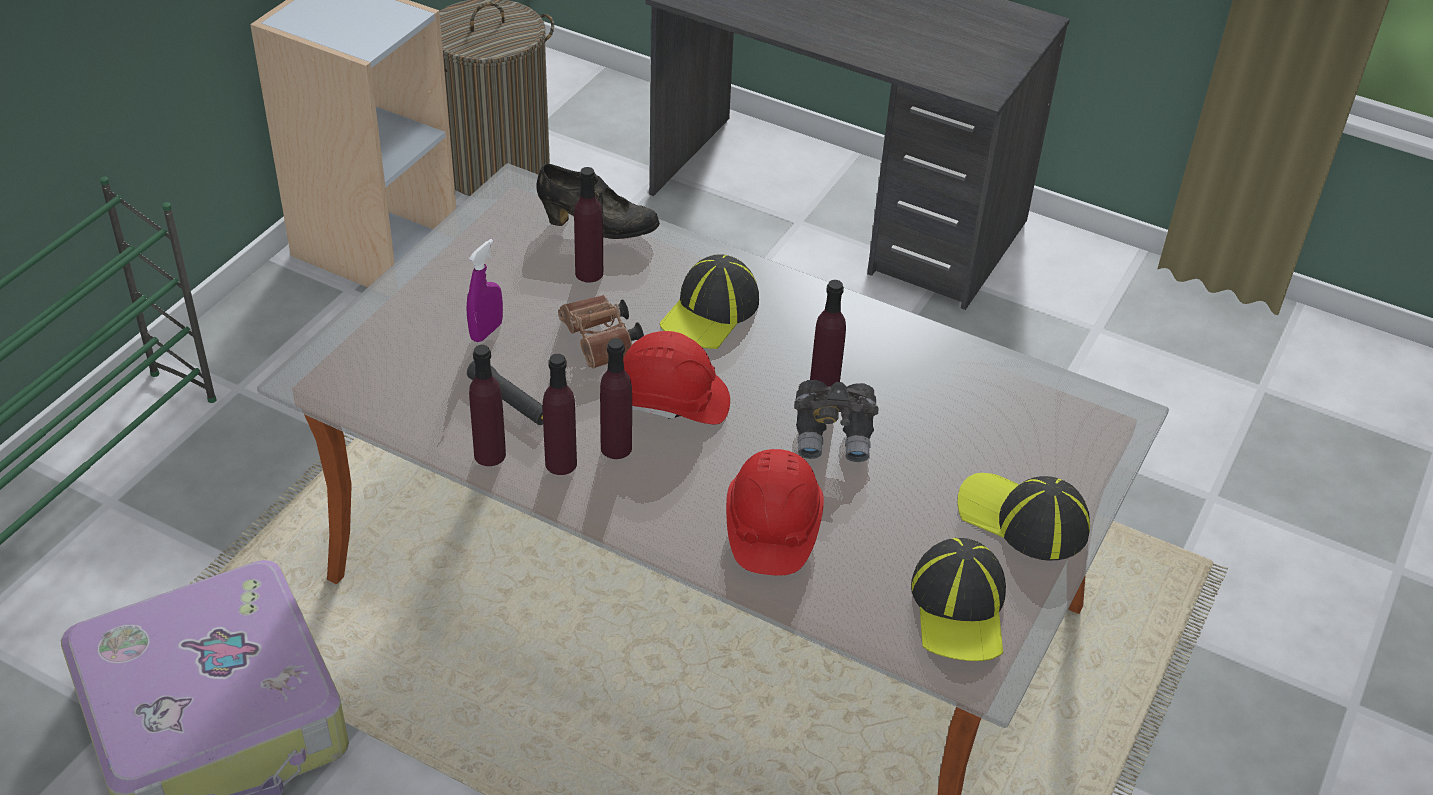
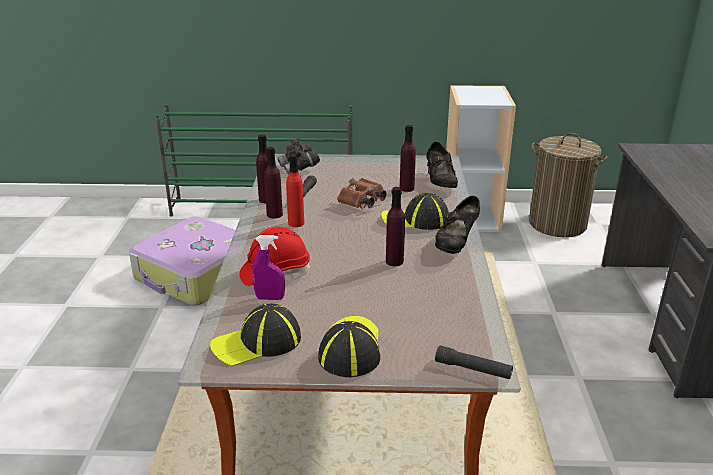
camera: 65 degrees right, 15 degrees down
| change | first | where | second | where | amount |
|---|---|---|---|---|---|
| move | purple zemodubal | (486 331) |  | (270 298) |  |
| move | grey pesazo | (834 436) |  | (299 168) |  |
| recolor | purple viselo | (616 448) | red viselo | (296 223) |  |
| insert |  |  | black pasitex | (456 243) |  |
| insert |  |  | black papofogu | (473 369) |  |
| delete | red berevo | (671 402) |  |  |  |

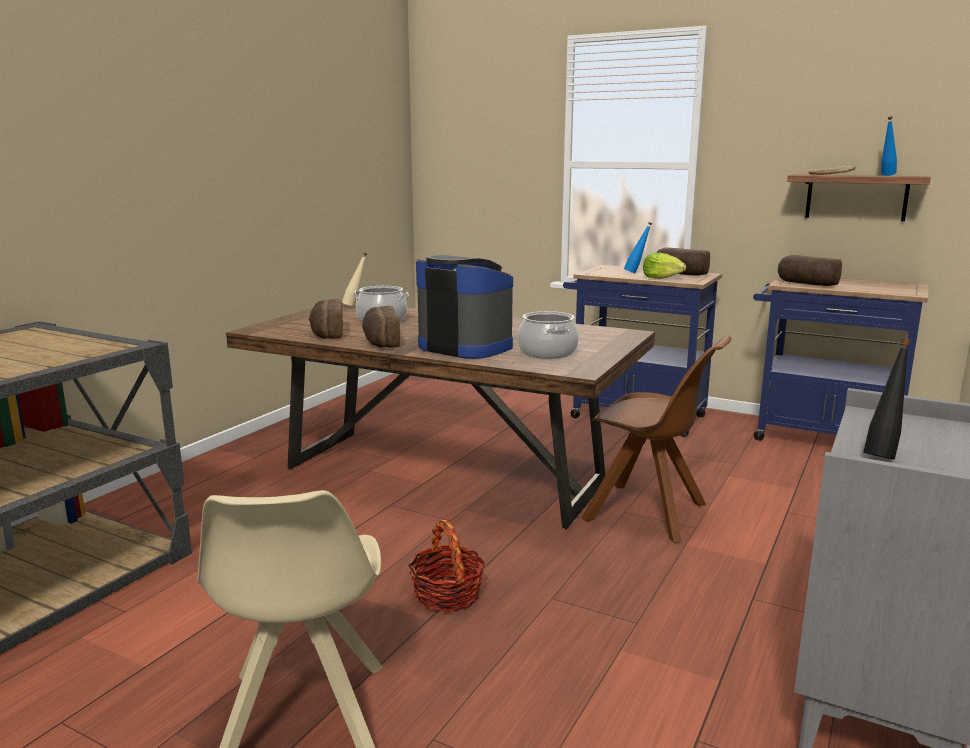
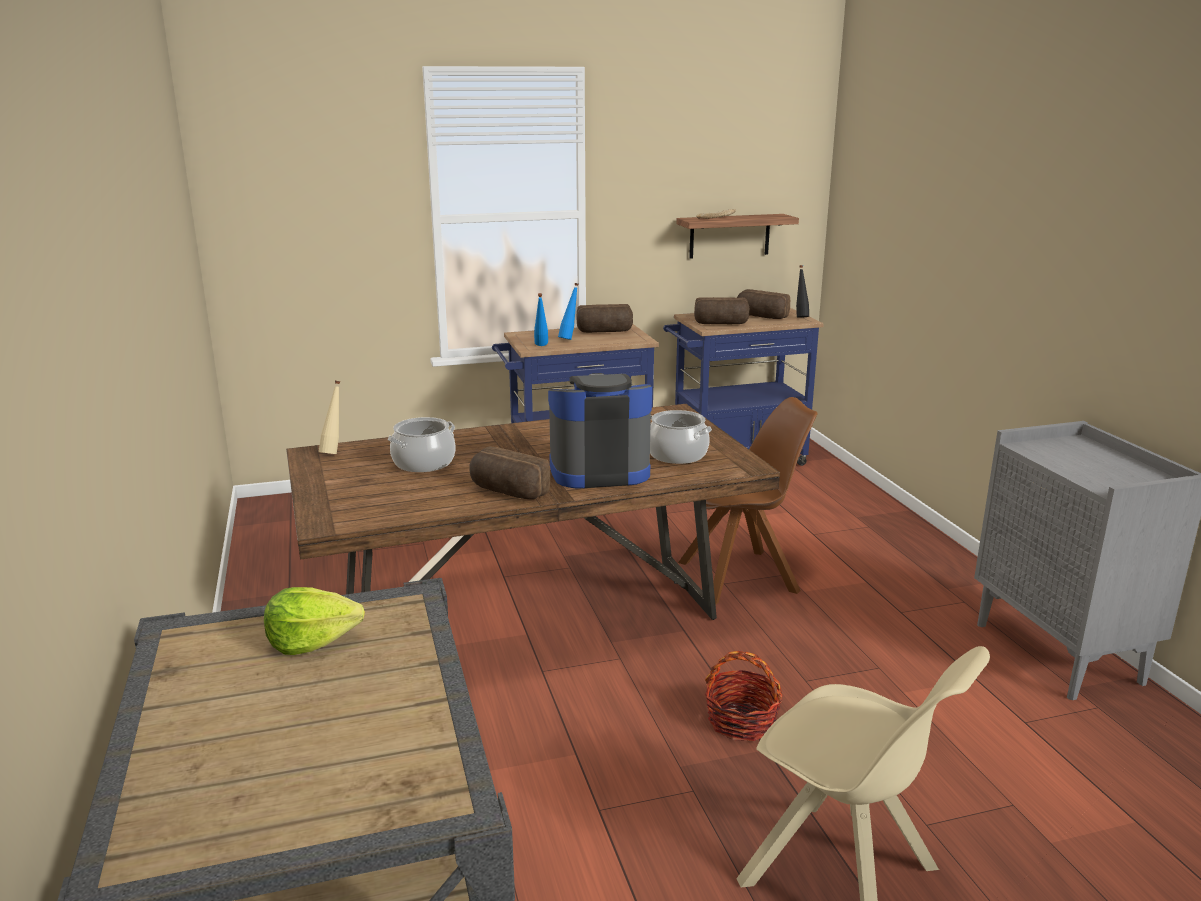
camera: 45 degrees left, 5 degrees up
| change | first | where | second | where | amount |
|---|---|---|---|---|---|
| move | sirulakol | (661 278) |  | (312 641) |  |
| move | blue viselo | (885 175) |  | (541 346) |  |
| move | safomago | (326 333) |  | (761 316) |  |
| move | black viselo | (882 455) |  | (800 317) |  |

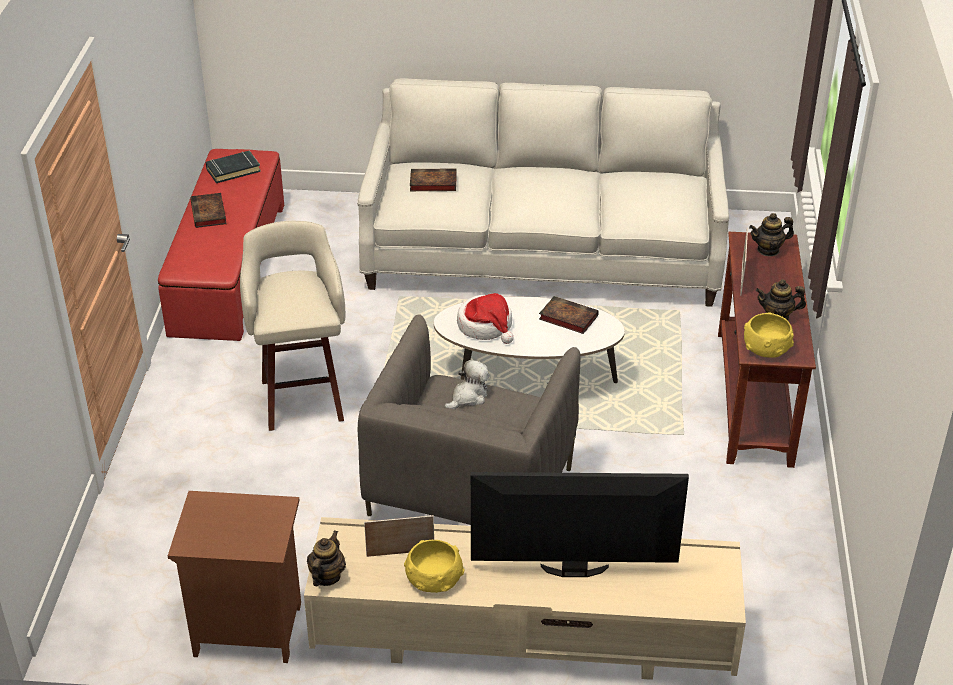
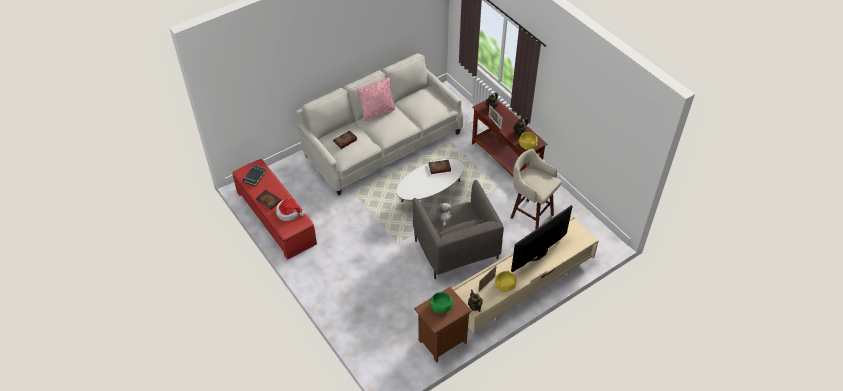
camera: 40 degrees left, 10 degrees up
| change | first | where | second | where | amount |
|---|---|---|---|---|---|
| move | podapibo | (486 326) |  | (289 212) |  |
| insert |  |  | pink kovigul | (378 112) |  |
| insert |  |  | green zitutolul | (441 306) |  |
| move | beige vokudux | (302 397) |  | (530 215) |  |

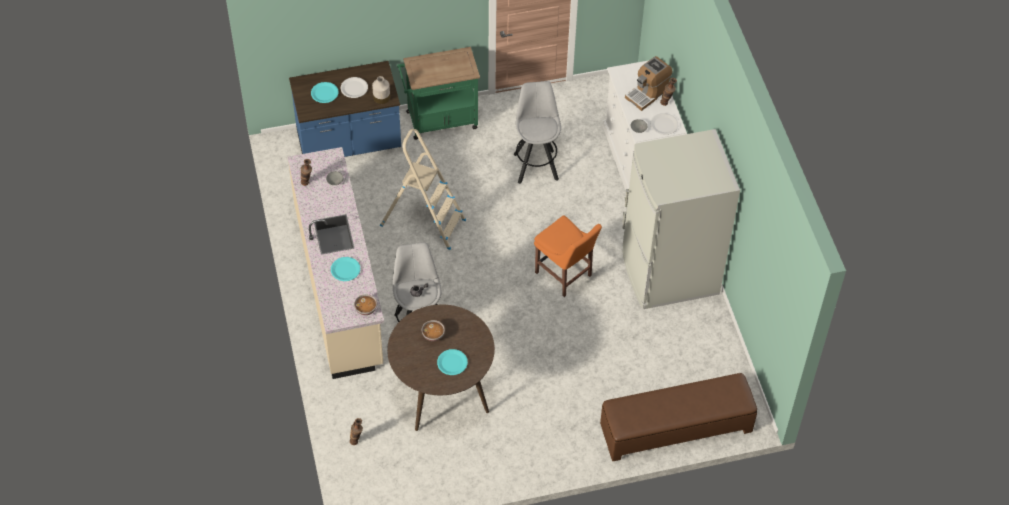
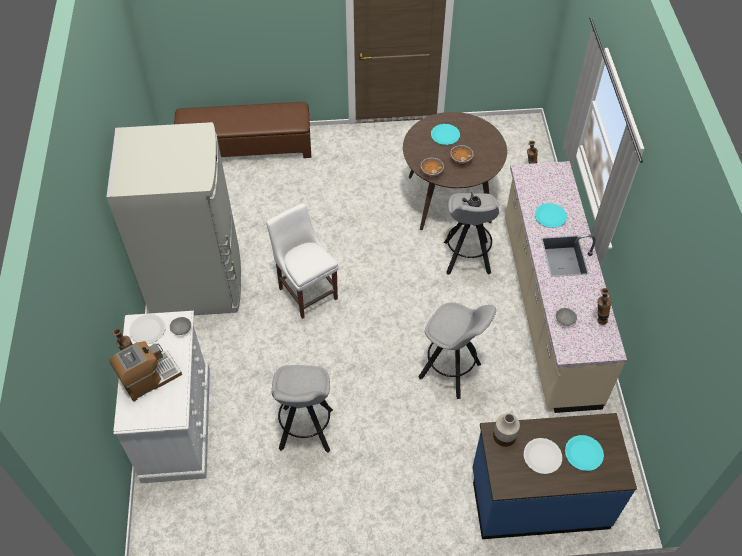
camera: 170 degrees left, 0 degrees up
| change | first | where | second | where | amount |
|---|---|---|---|---|---|
| recolor | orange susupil | (565 276) | white susupil | (306 291) |  |
| replace | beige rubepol | (423 223) | grey vokudux | (451 372) |  |
| move | zitutolul | (366 309) |  | (431 172) |  |
| delete | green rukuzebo | (439 121) |  |  |  |

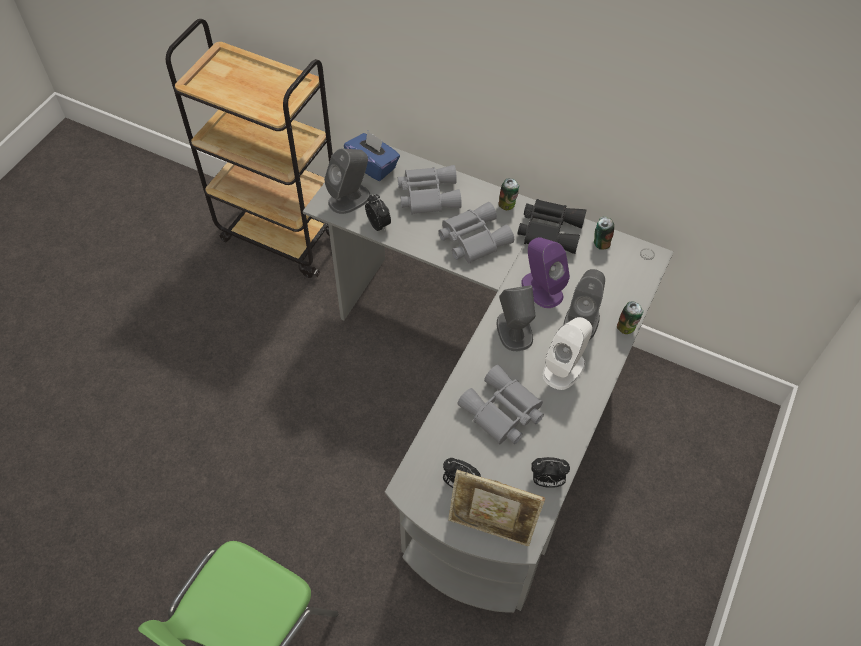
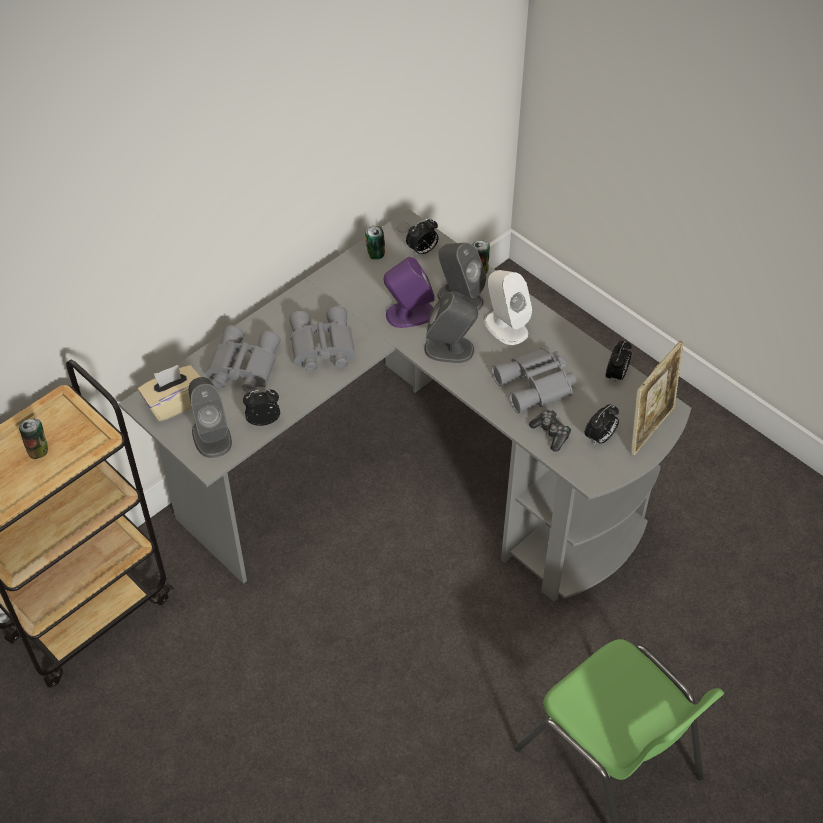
camera: 70 degrees left, 5 degrees down
| change | first | where | second | where | amount |
|---|---|---|---|---|---|
| move | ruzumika | (507 205) |  | (38 450) |  |
| recolor | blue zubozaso | (373 166) | beige zubozaso | (174 403) |  |
| insert |  |  | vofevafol | (422 251) |  |
| insert |  |  | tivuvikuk | (551 433) |  |
| delete | black pesazo | (549 229) |  |  |  |

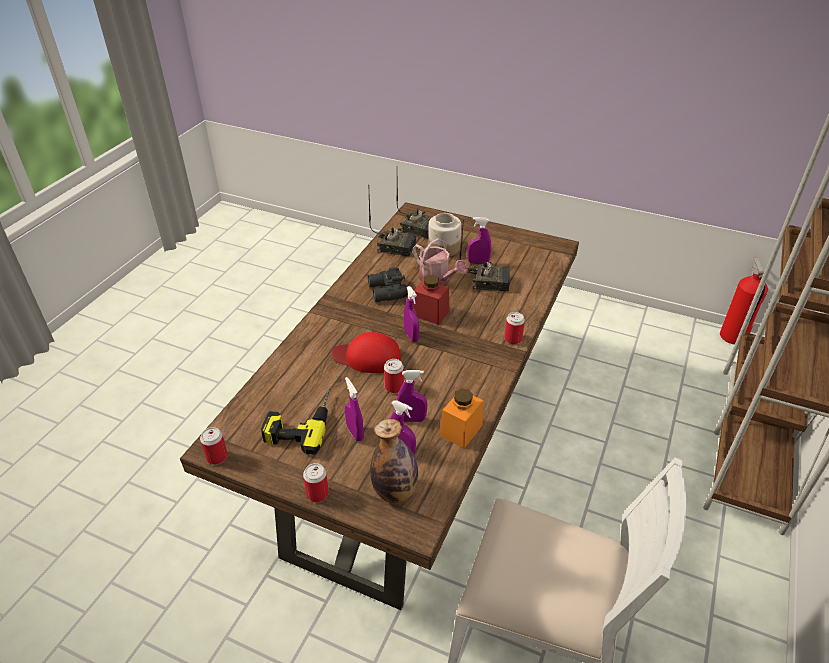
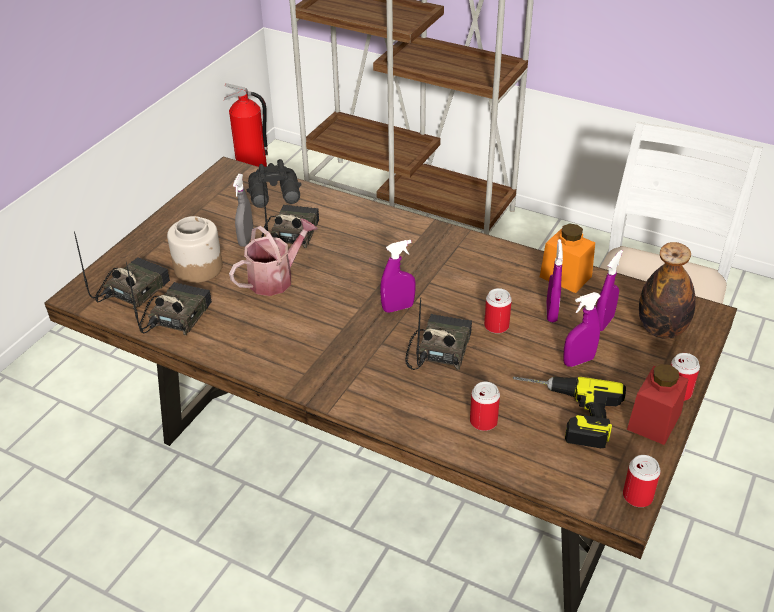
camera: 85 degrees left, 0 degrees up
| change | first | where | second | where | amount |
|---|---|---|---|---|---|
| recolor | purple zemodubal | (478 263) | grey zemodubal | (246 239) |  |
| move | black pesazo | (386 292) |  | (276 195) |  |
| replace | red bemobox | (367 357) | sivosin | (438 349) |  |
| move | ruzumika | (513 339) |  | (483 421) |  |
| move | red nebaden | (430 313) |  | (654 421) |  |

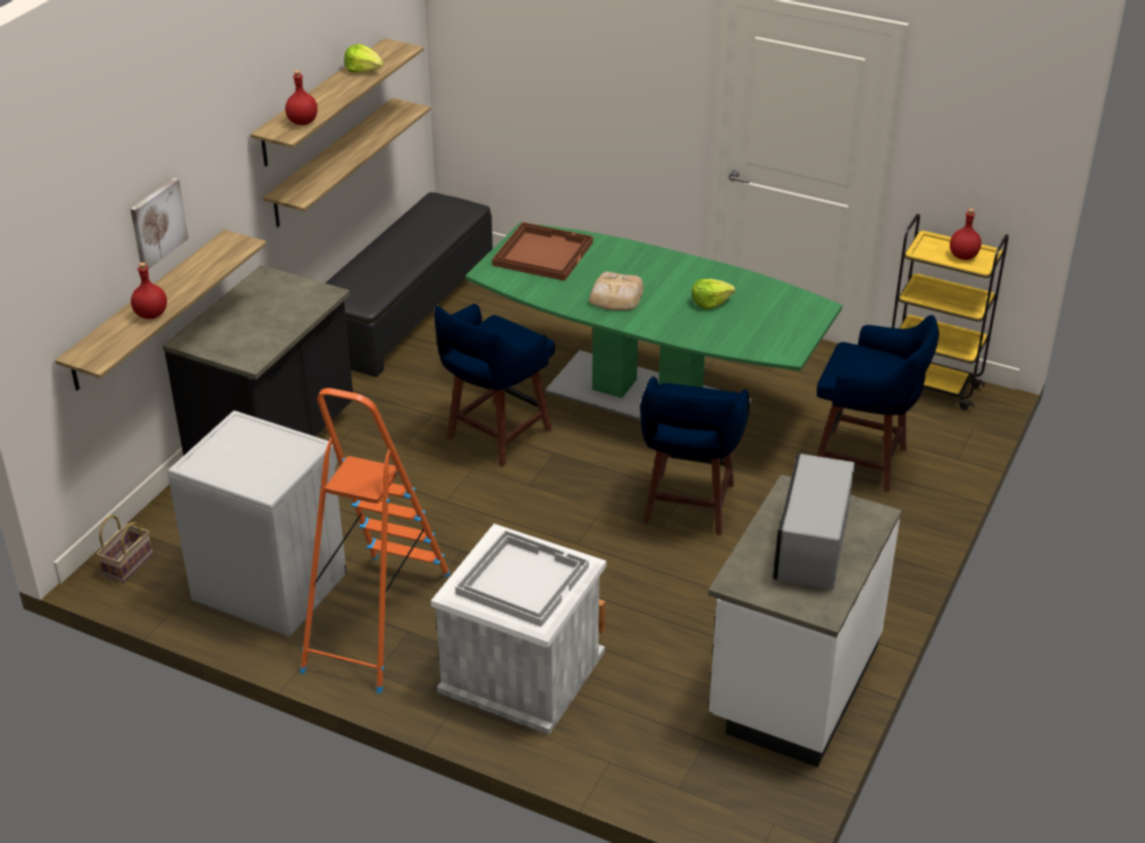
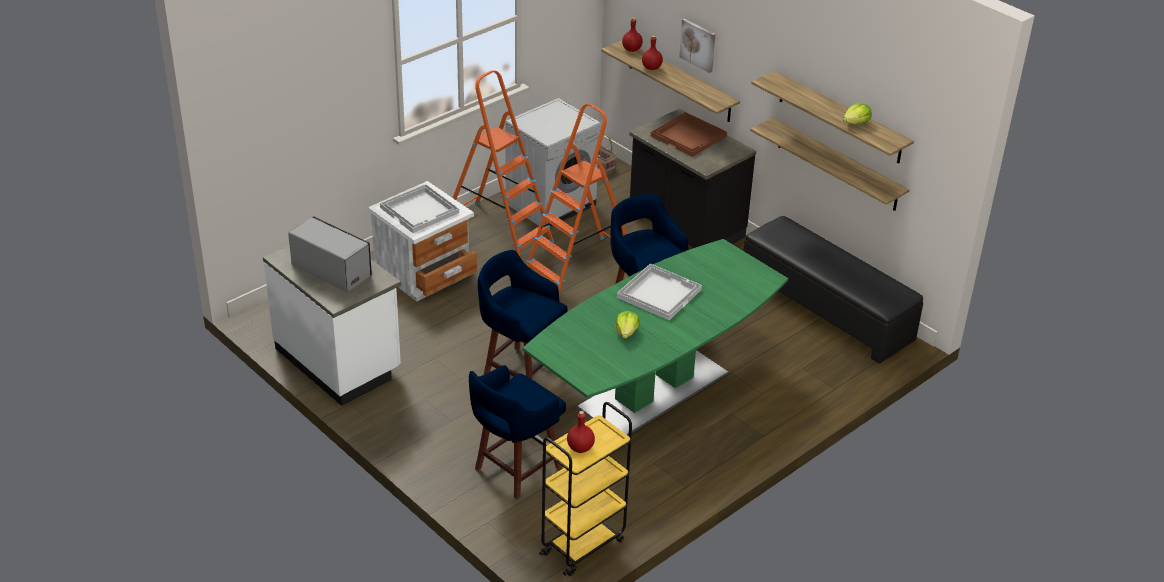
camera: 110 degrees right, 0 degrees up
| change | first | where | second | where | amount |
|---|---|---|---|---|---|
| insert |  |  | orange rubepol | (579 269) |  |
| replace | safomago | (615 296) | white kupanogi | (659 293) |  |
| move | red viselo | (302 122) |  | (632 49) |  |
| move | brown kupanogi | (542 253) |  | (689 136) |  |

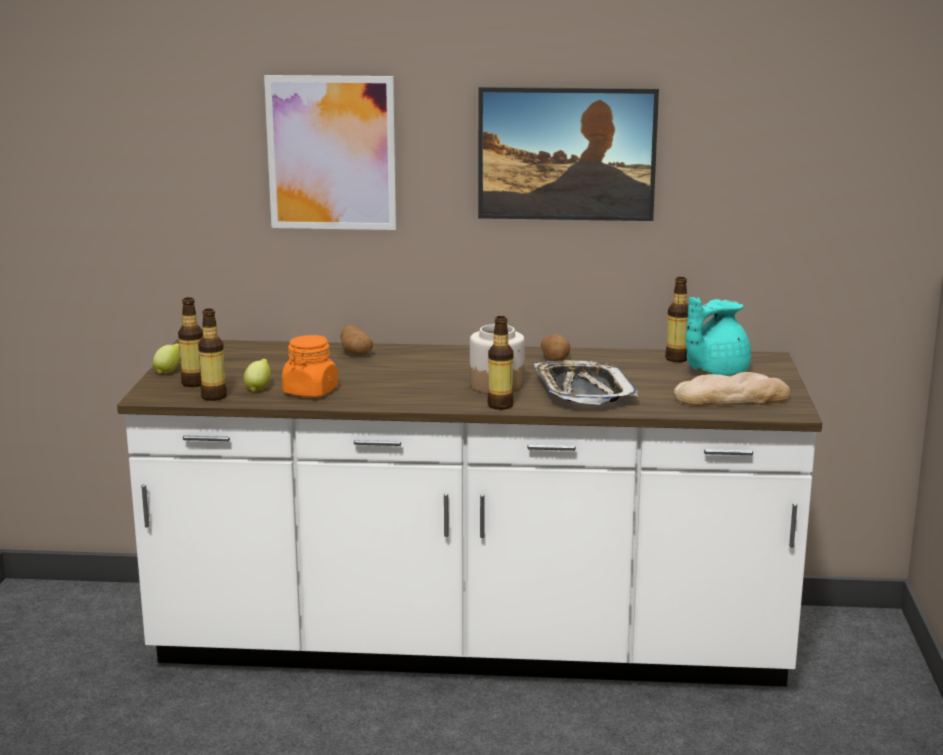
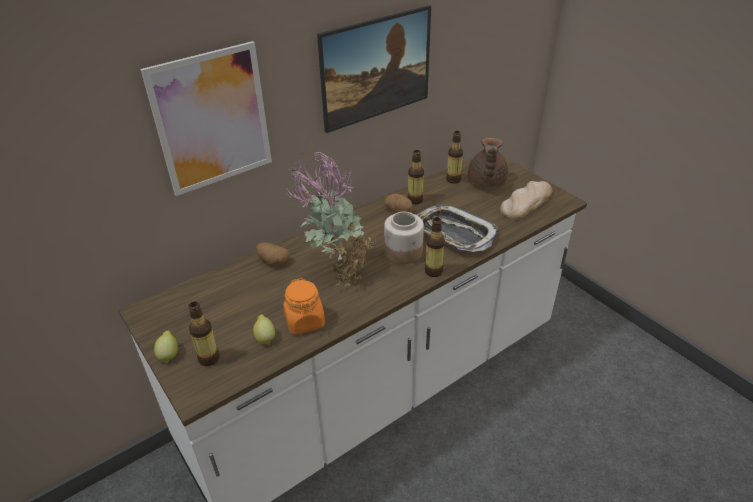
camera: 40 degrees left, 20 degrees up
| change | first | where | second | where | amount |
|---|---|---|---|---|---|
| insert |  |  | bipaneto | (337 270) |  |
| move | viselo | (214 397) |  | (415 200) |  |
| recolor | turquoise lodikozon | (714 372) | brown lodikozon | (485 183) |  |

